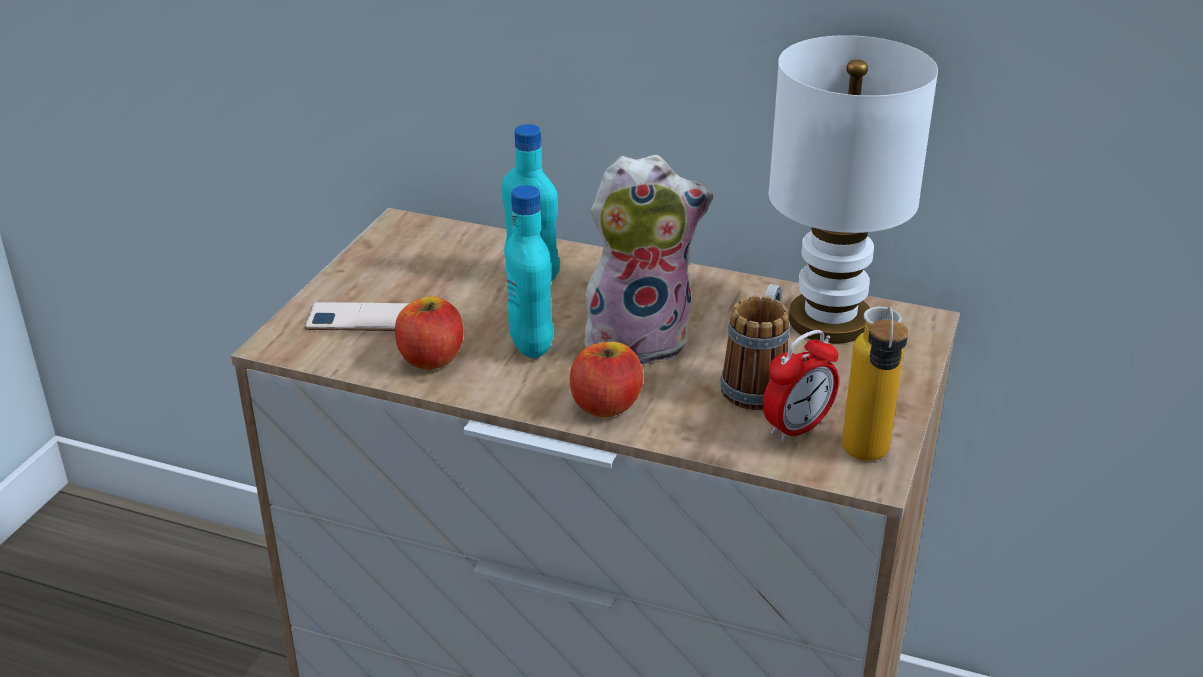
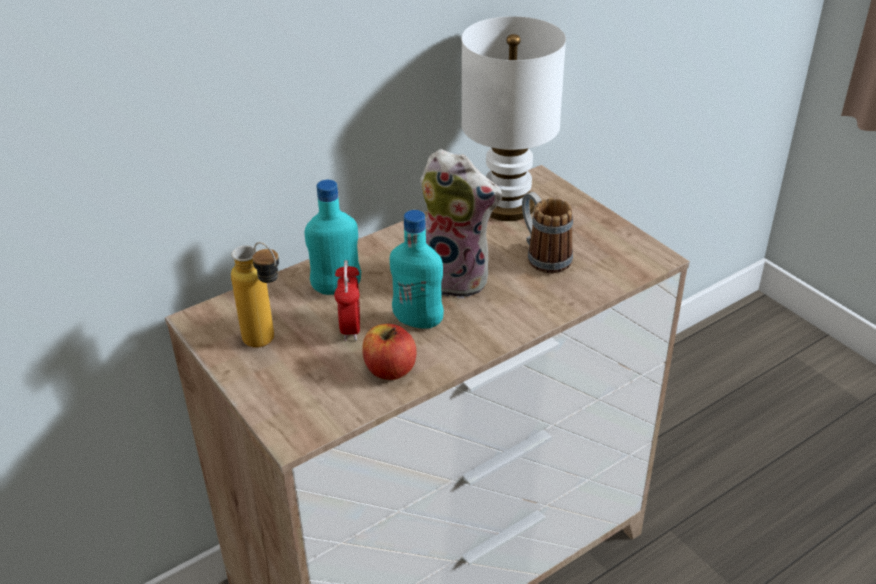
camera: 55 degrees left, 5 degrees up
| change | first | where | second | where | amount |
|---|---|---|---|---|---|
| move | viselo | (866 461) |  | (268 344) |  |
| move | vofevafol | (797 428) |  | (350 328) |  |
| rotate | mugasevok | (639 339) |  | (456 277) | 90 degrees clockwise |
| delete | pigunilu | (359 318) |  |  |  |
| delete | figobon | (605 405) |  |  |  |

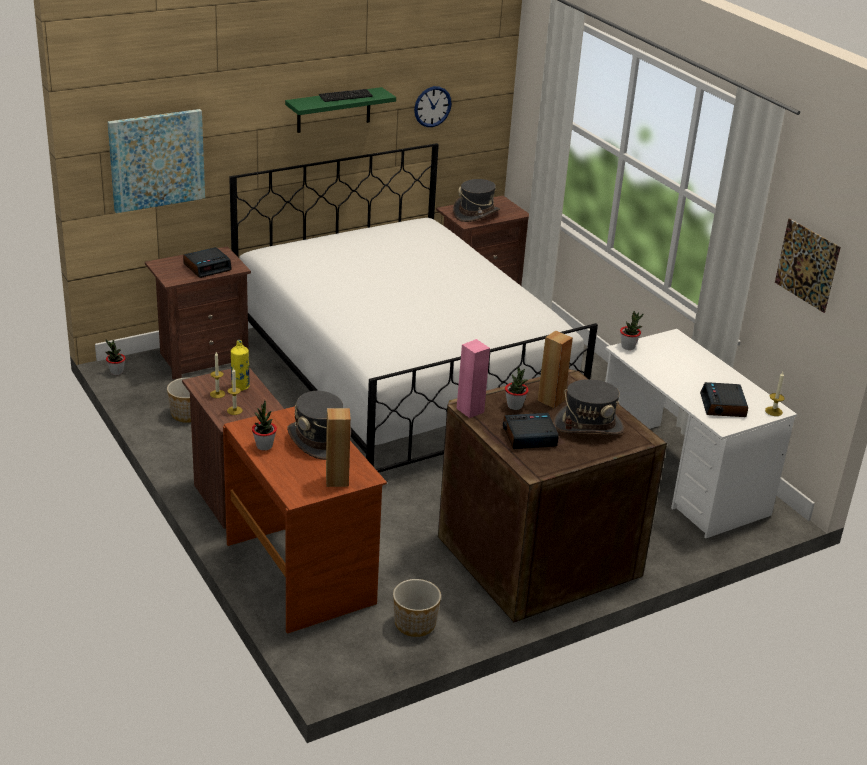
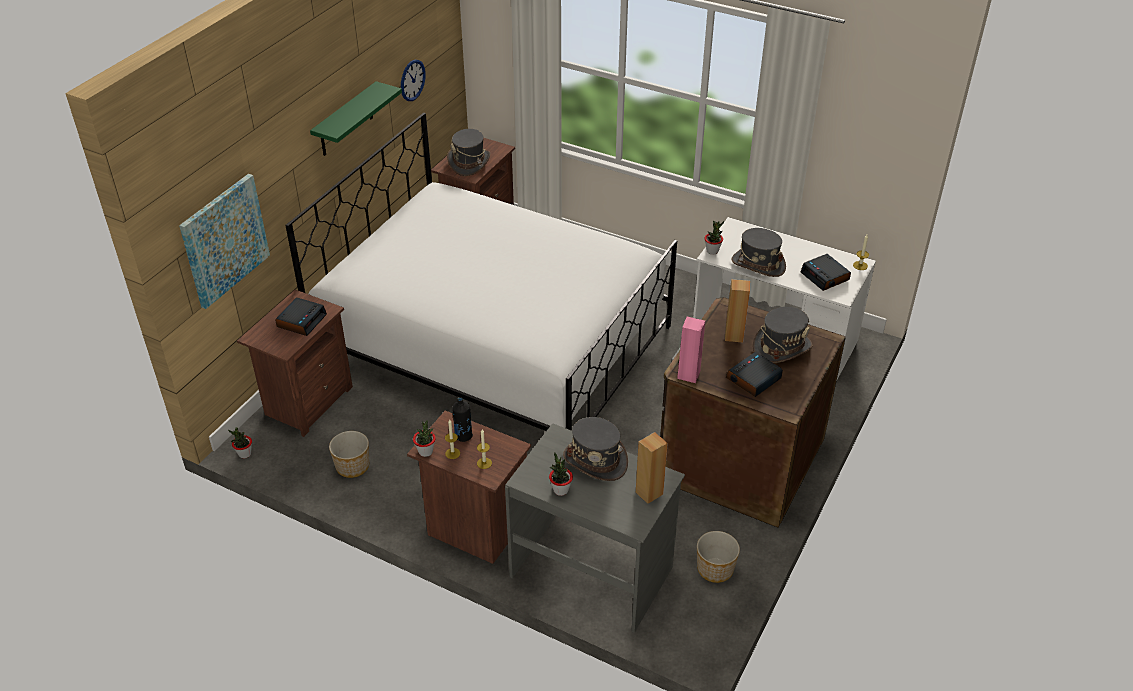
camera: 30 degrees left, 10 degrees up
| change | first | where | second | where | amount |
|---|---|---|---|---|---|
| move | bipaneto | (514 406) |  | (425 451) |  |
| recolor | yellow viselo | (240 386) | black viselo | (463 436) |  |
| recolor | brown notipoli | (302 573) | grey notipoli | (592 571) |  |
| insert |  |  | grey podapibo | (758 264) |  |
| delete | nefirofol | (345 96) |  |  |  |
| delete | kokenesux | (807 265) |  |  |  |

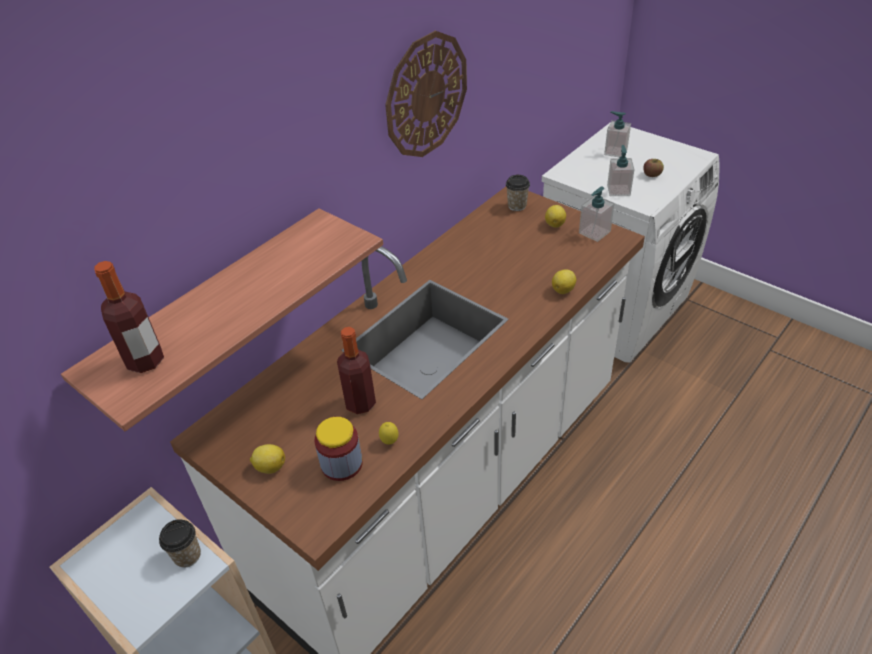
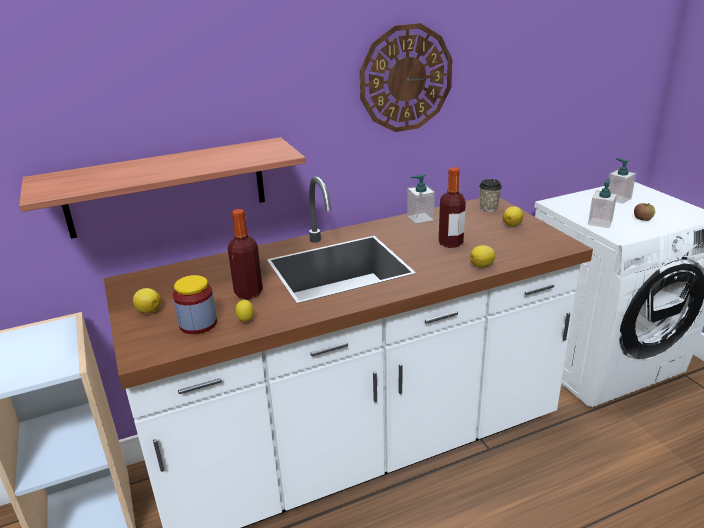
camera: 25 degrees right, 15 degrees down
| change | first | where | second | where | amount |
|---|---|---|---|---|---|
| move | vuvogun | (594 232) |  | (420 218) |  |
| move | viselo | (145 361) |  | (450 243) |  |
| delete | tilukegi | (187 556) |  |  |  |

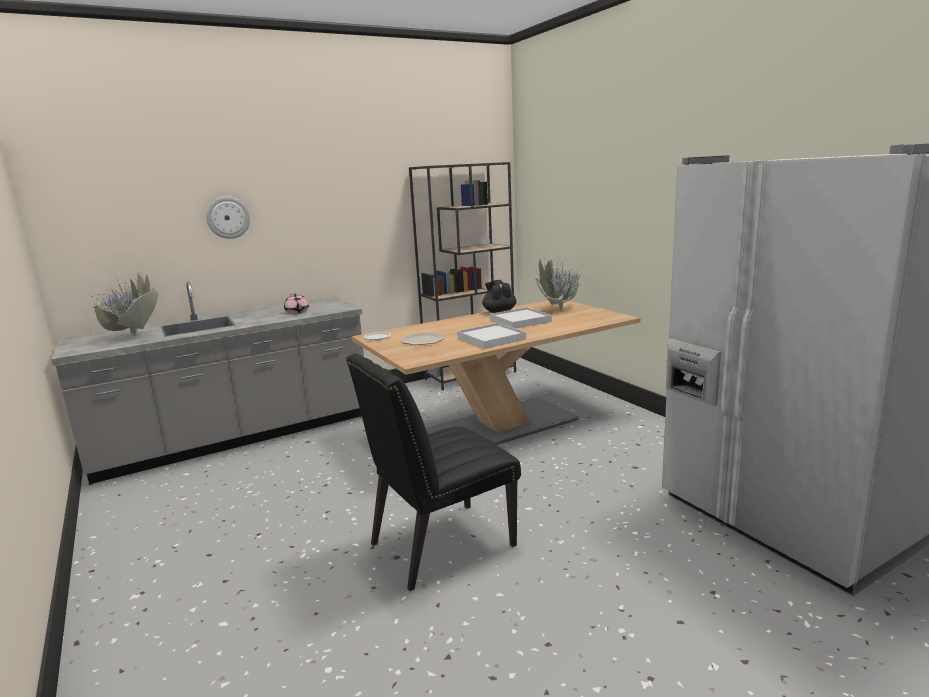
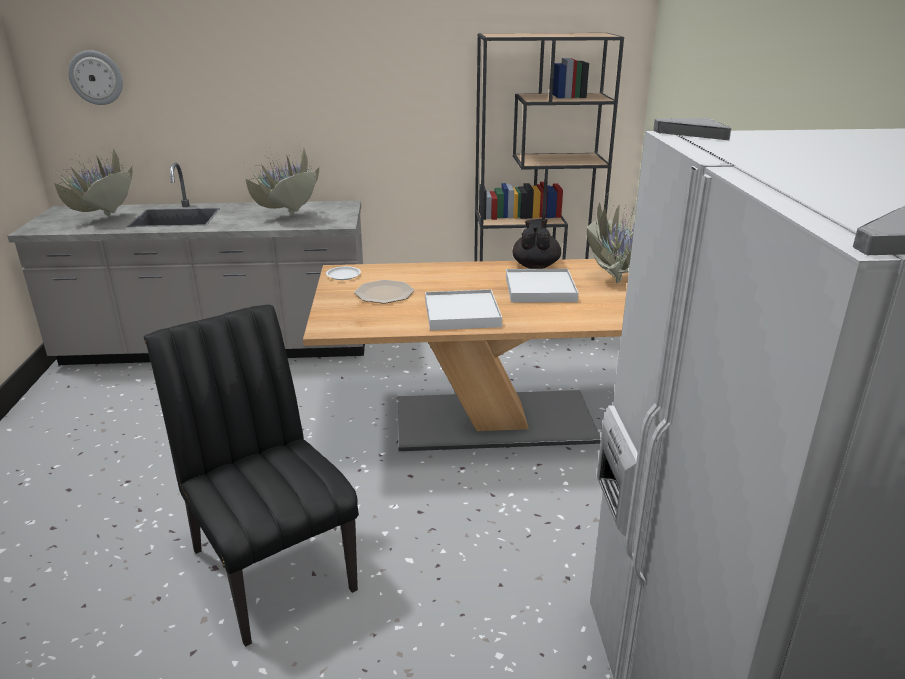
camera: 25 degrees right, 10 degrees up
| change | first | where | second | where | amount |
|---|---|---|---|---|---|
| move | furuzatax | (228 217) |  | (96 77) |  |
| rotate | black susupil | (443 544) |  | (273 571) | 60 degrees clockwise |
| replace | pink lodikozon | (297 311) | bipaneto | (288 217) |  |

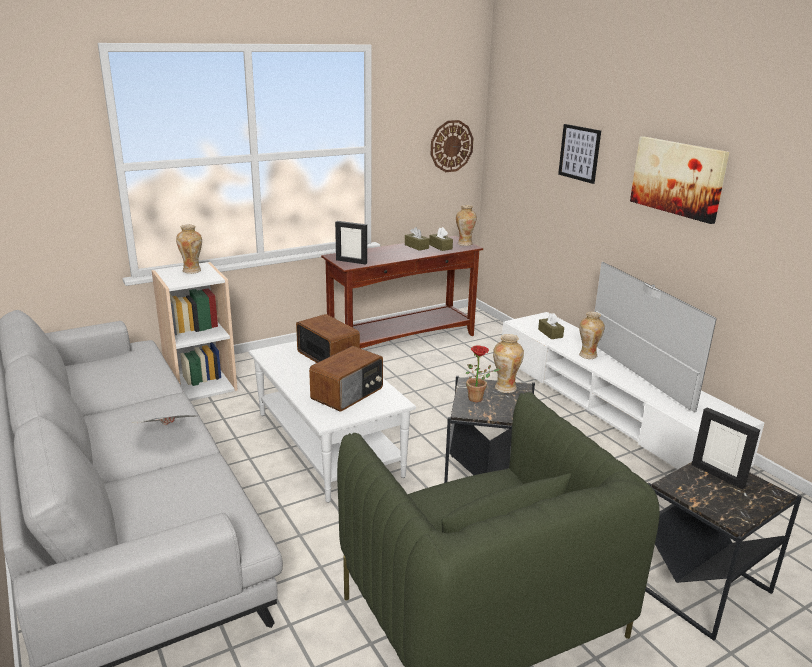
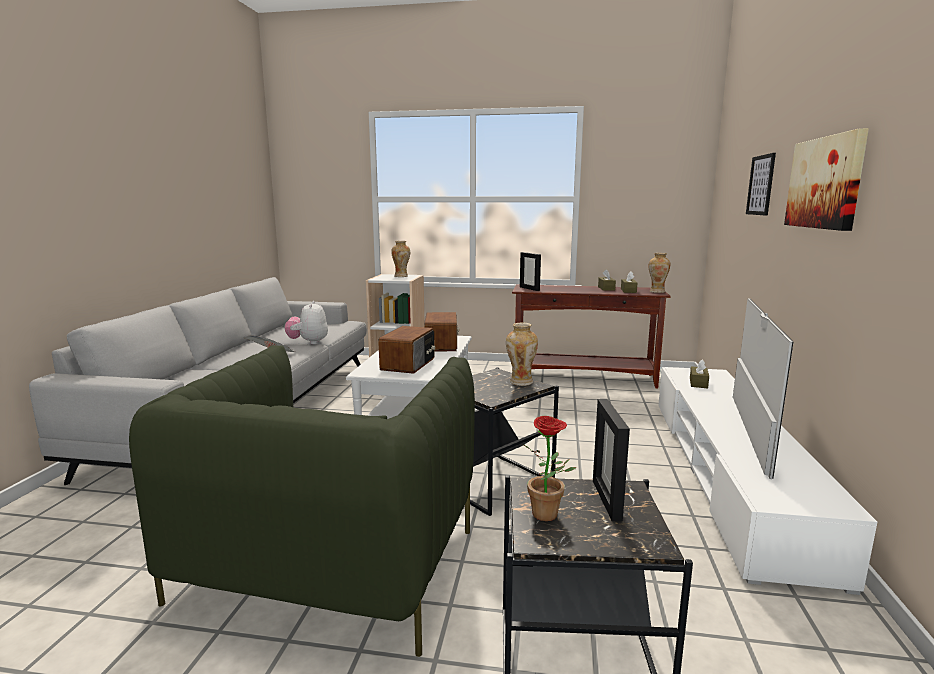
camera: 40 degrees right, 10 degrees down
| change | first | where | second | where | amount |
|---|---|---|---|---|---|
| insert |  |  | mugasevok | (308 342) |  |
| rotate | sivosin | (348 394) |  | (409 364) | 60 degrees counterclockwise |
| move | bipaneto | (478 398) |  | (549 516) |  |
| delete | furuzatax | (451 146) |  |  |  |
| delete | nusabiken | (587 355) |  |  |  |

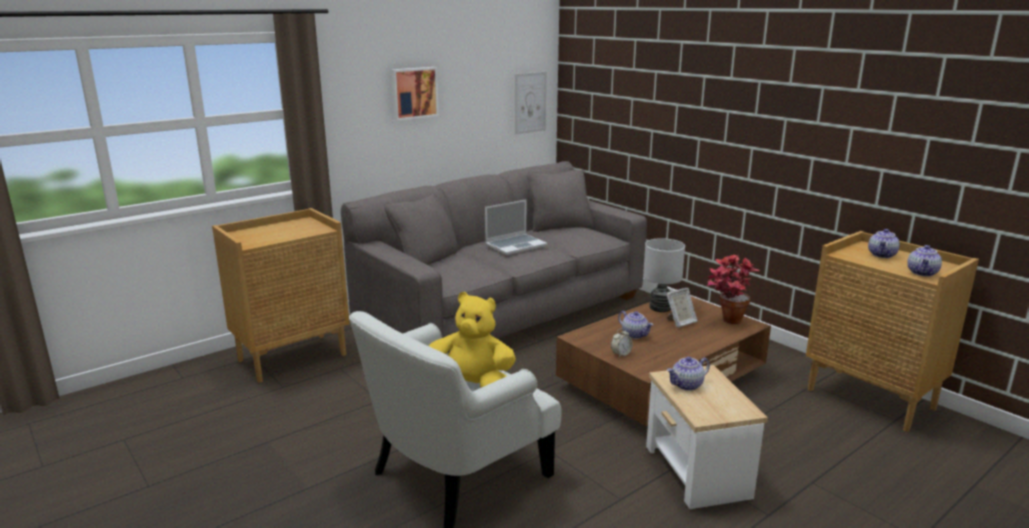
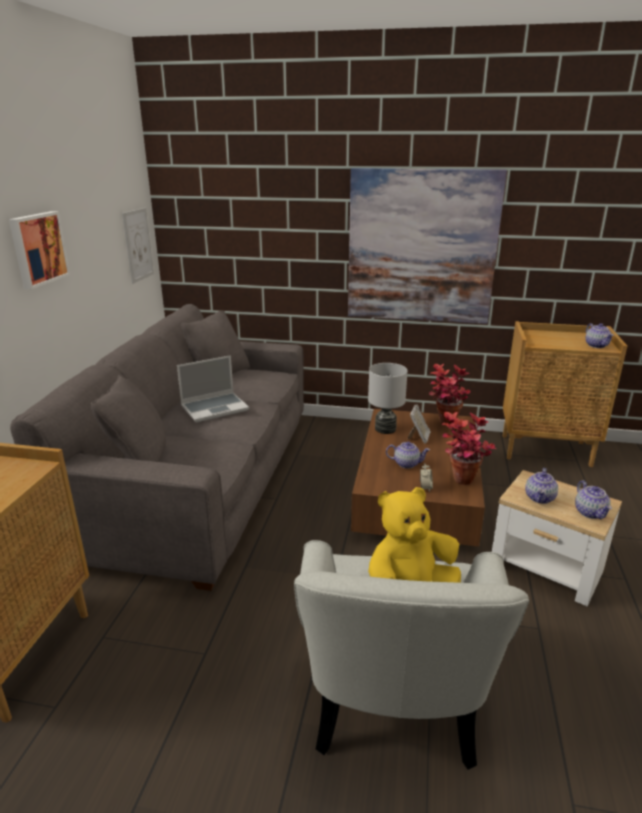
camera: 40 degrees left, 5 degrees up
| change | first | where | second | where | amount |
|---|---|---|---|---|---|
| rotate | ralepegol | (516 245) |  | (215 408) | 45 degrees clockwise |
| insert |  |  | kokenesux | (421 247) |  |
| insert |  |  | bipaneto | (461 484) |  |
| move | lodikozon | (882 255) |  | (590 513) |  |

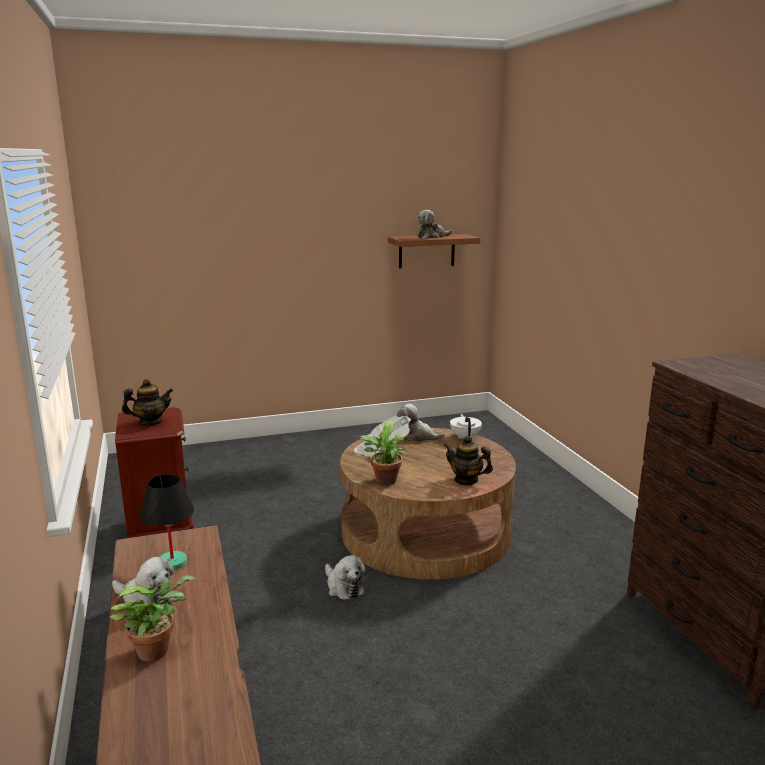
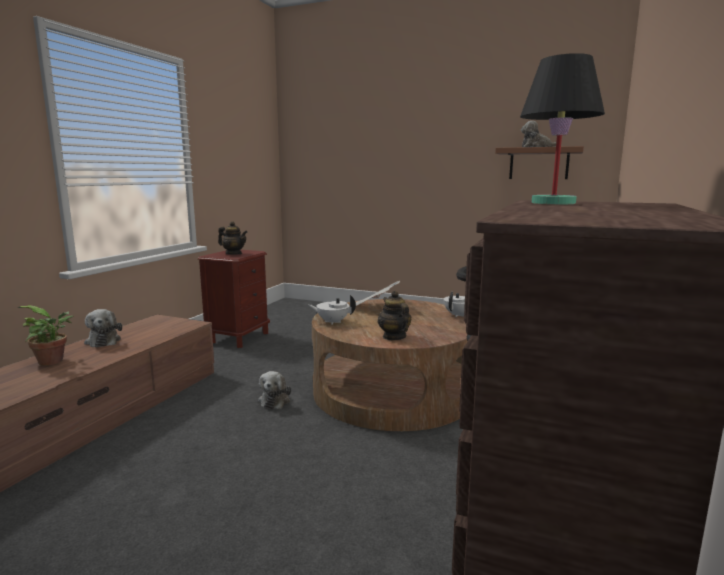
camera: 40 degrees right, 5 degrees down
| change | first | where | second | where | amount |
|---|---|---|---|---|---|
| replace | bipaneto | (384 481) | white lodikozon | (332 322) |  |
| move | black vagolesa | (172 563) |  | (553 203) |  |
| delete | mugasevok | (417 437) |  |  |  |

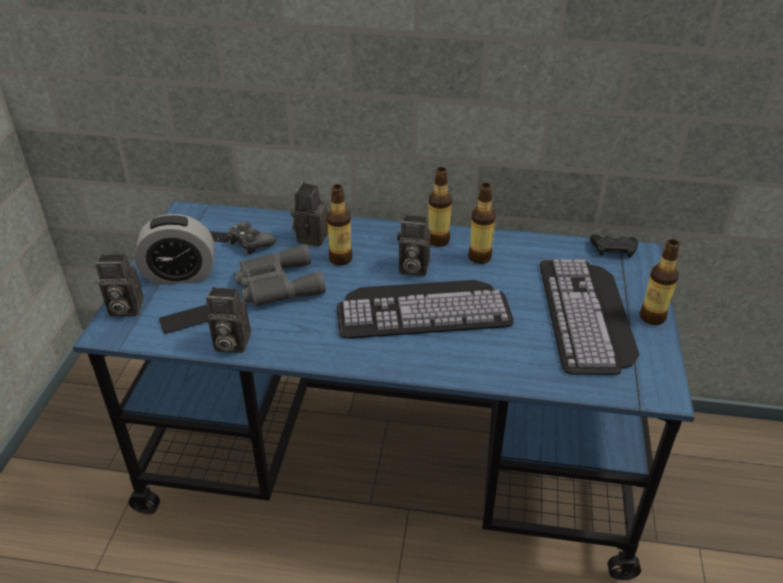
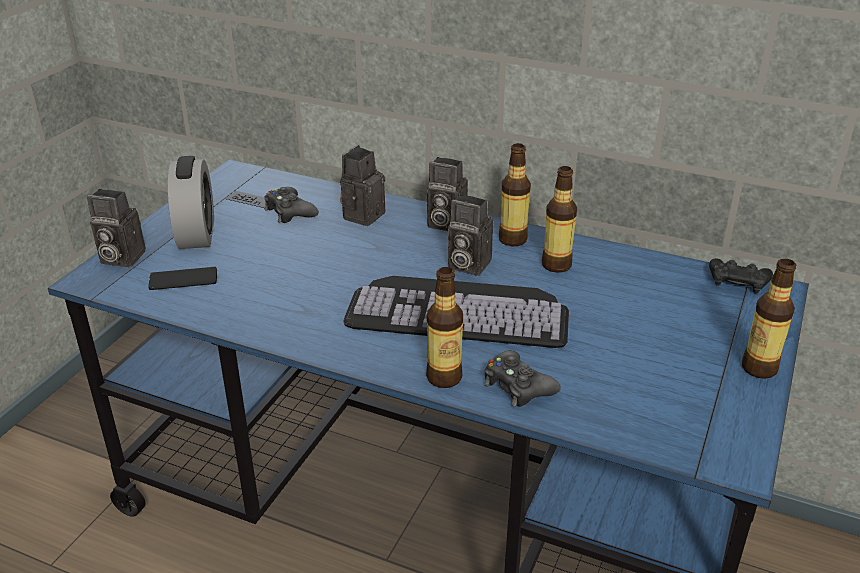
camera: 15 degrees right, 5 degrees down
| change | first | where | second | where | amount |
|---|---|---|---|---|---|
| rotate | vofevafol | (180 275) |  | (196 234) | 105 degrees counterclockwise |
| move | viselo | (340 259) |  | (444 377) |  |
| move | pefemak | (229 343) |  | (444 223) |  |
| insert |  |  | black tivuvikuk | (517 386) |  |
| delete | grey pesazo | (276 285) |  |  |  |
| delete | nefirofol | (589 315) |  |  |  |

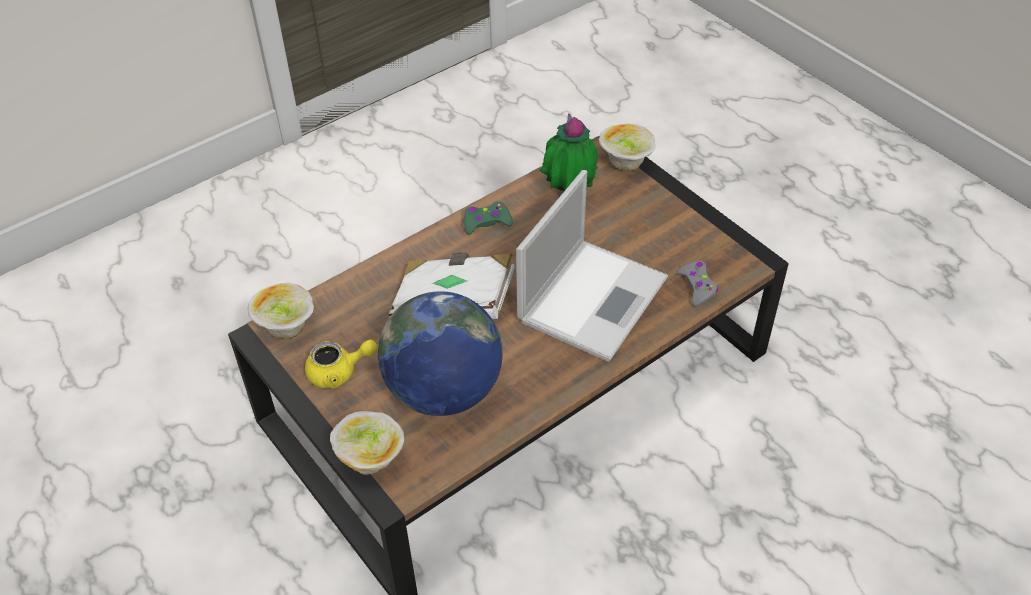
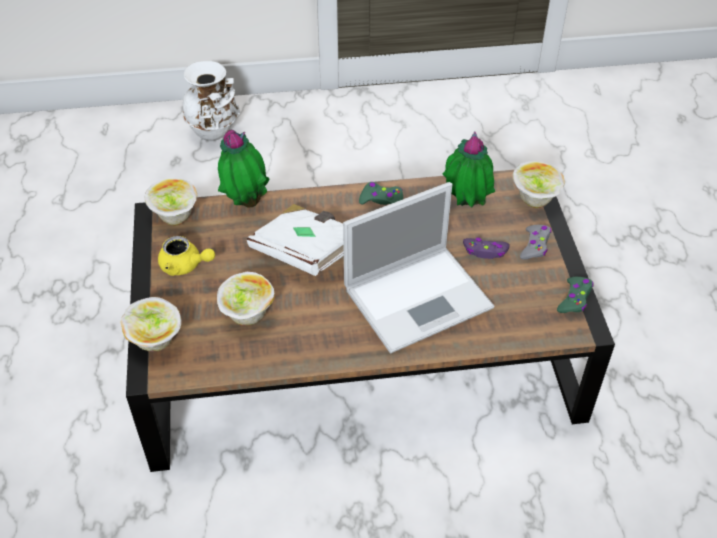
camera: 30 degrees right, 0 degrees up
| change | first | where | second | where | amount |
|---|---|---|---|---|---|
| insert |  |  | white nusabiken | (215 132) |  |
| replace | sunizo | (443 391) | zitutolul | (247 315) |  |
| insert |  |  | bipaneto | (246 202) |  |
| insert |  |  | purple tivuvikuk | (485 251) |  |
| move | grey tivuvikuk | (697 287) |  | (535 246) |  |
| insert |  |  | green tivuvikuk | (574 299) |  |

